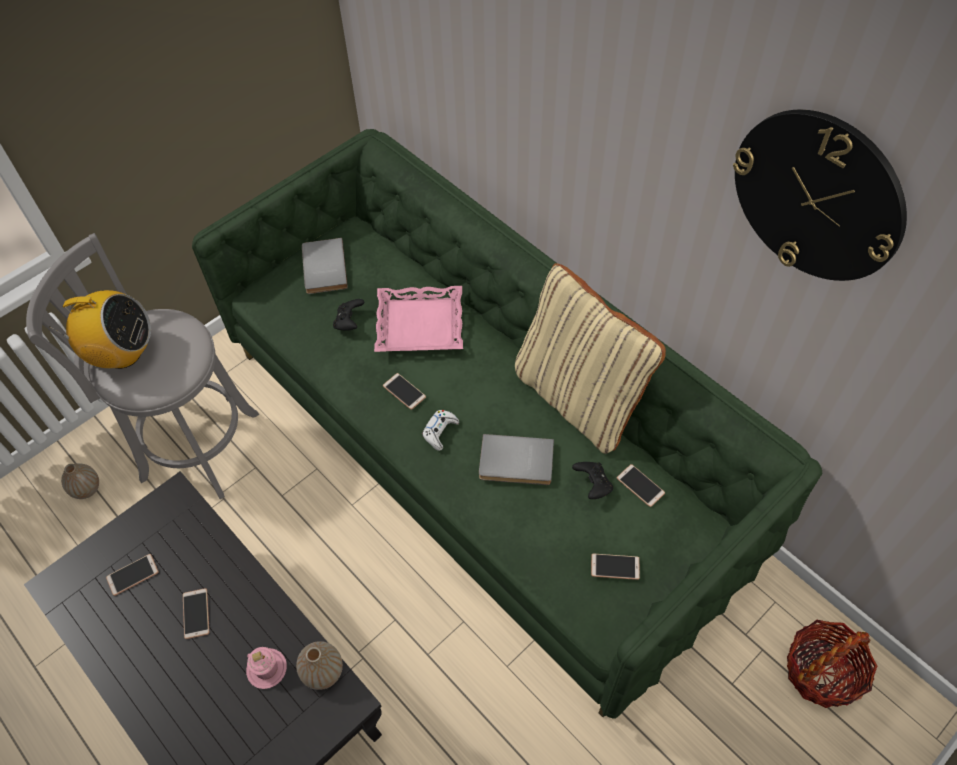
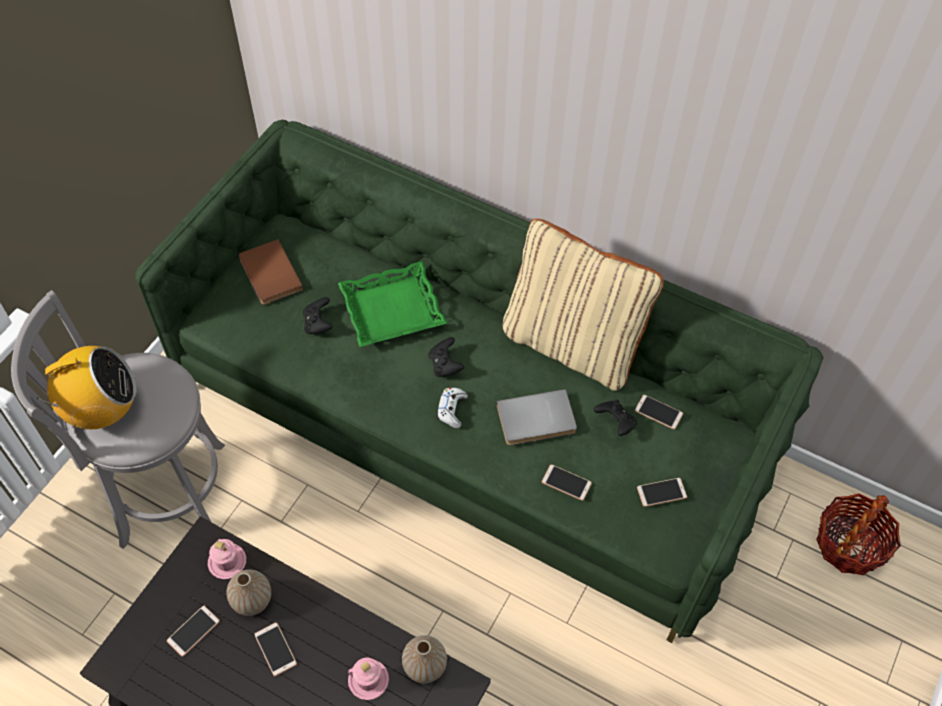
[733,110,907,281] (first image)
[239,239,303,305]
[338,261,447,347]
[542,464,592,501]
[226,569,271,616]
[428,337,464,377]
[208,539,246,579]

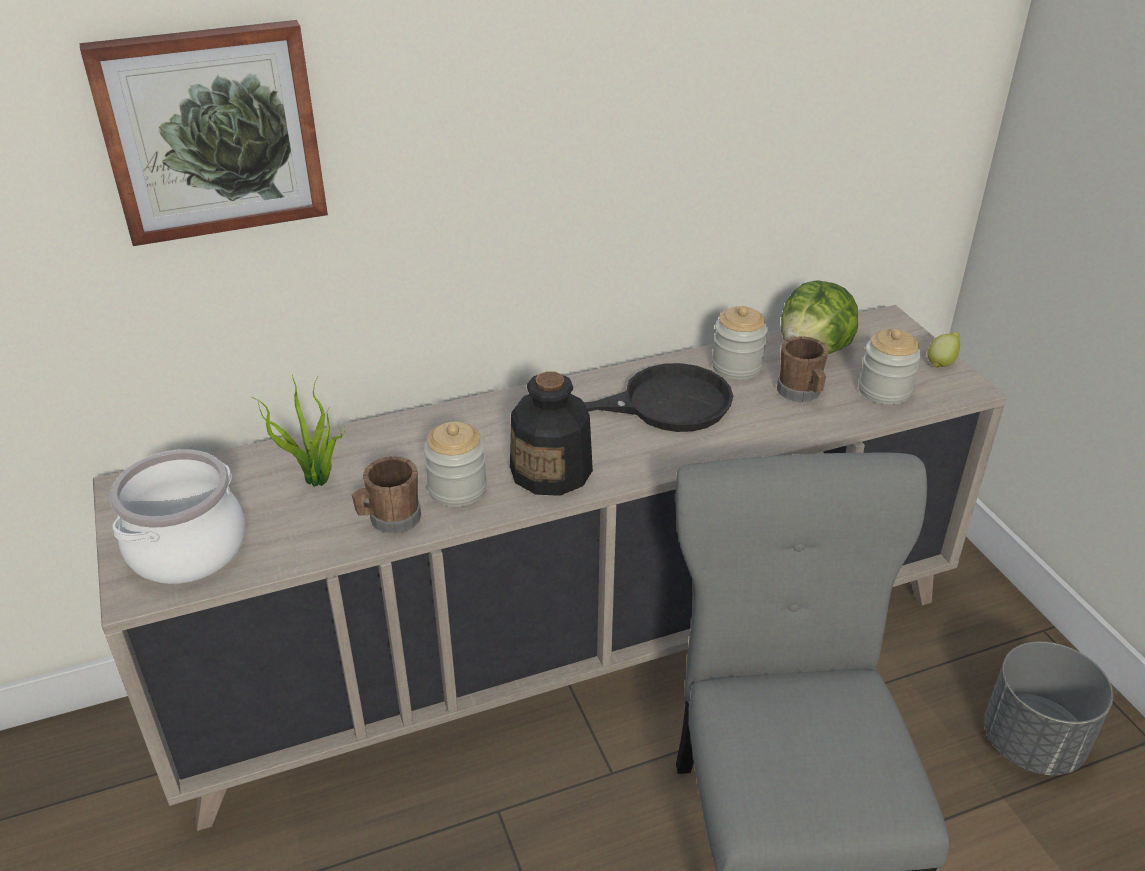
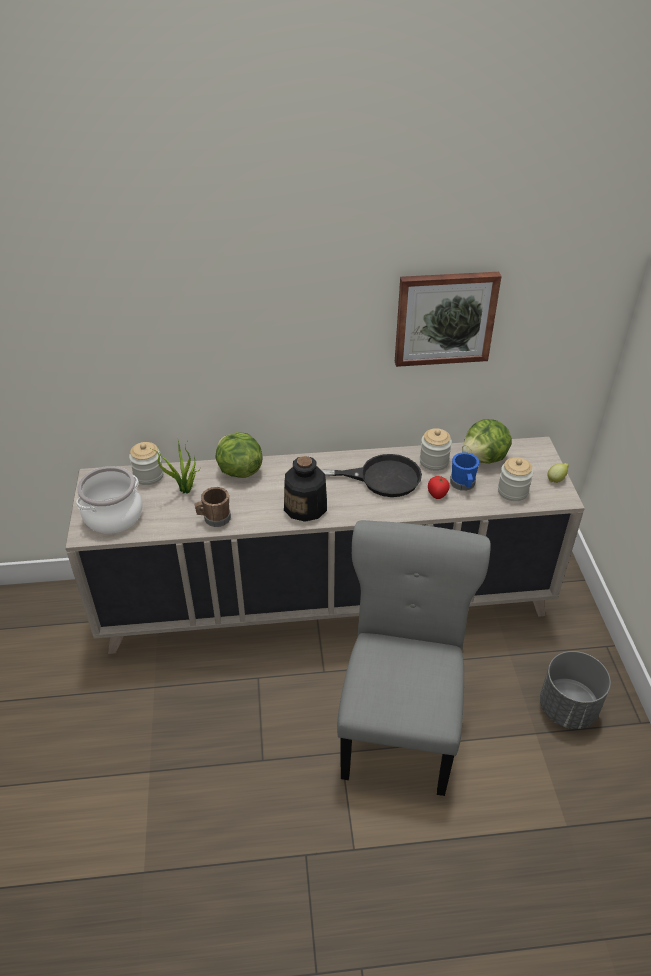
[395,272,502,367]
[450,452,479,491]
[129,442,164,485]
[215,432,263,478]
[428,476,450,499]

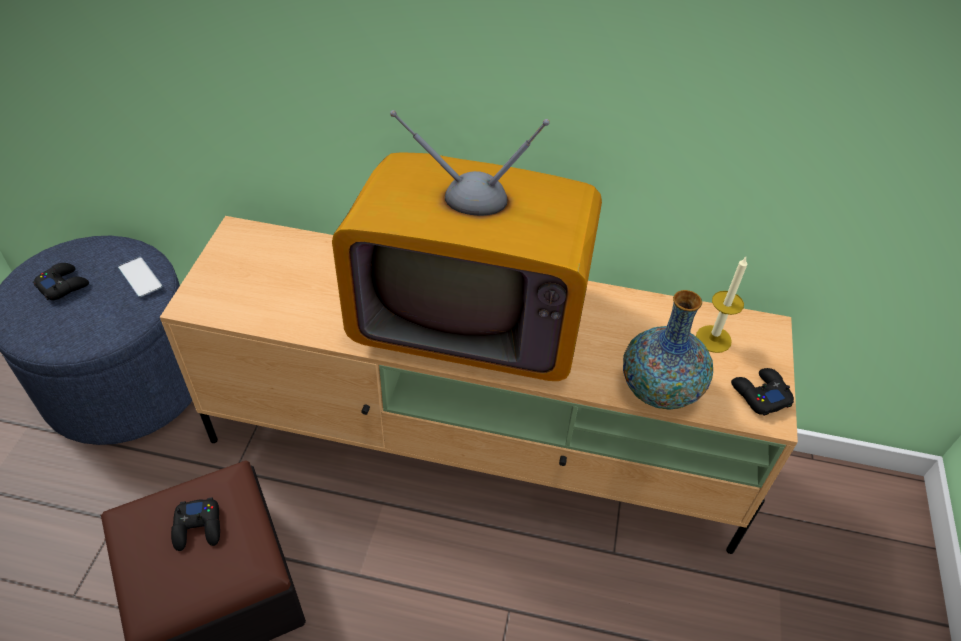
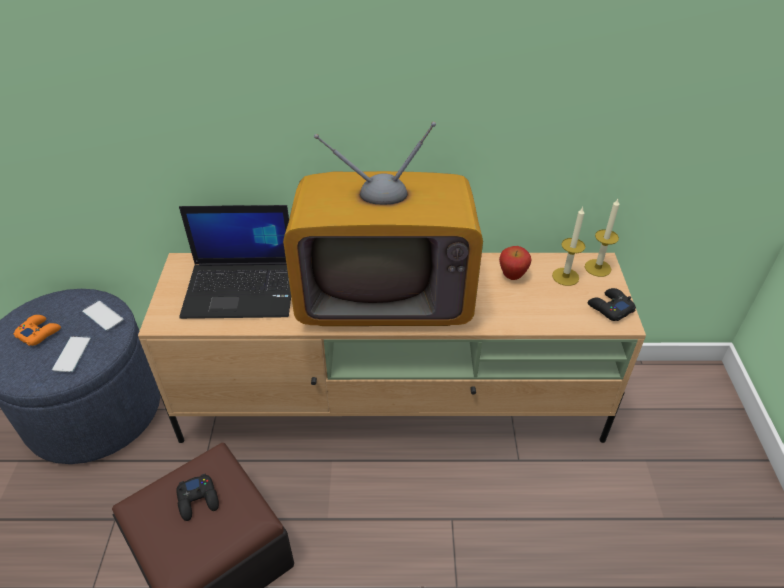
[14,315,61,346]
[623,290,713,410] (first image)
[585,199,619,277]
[179,205,291,319]
[499,246,531,280]
[52,336,91,372]

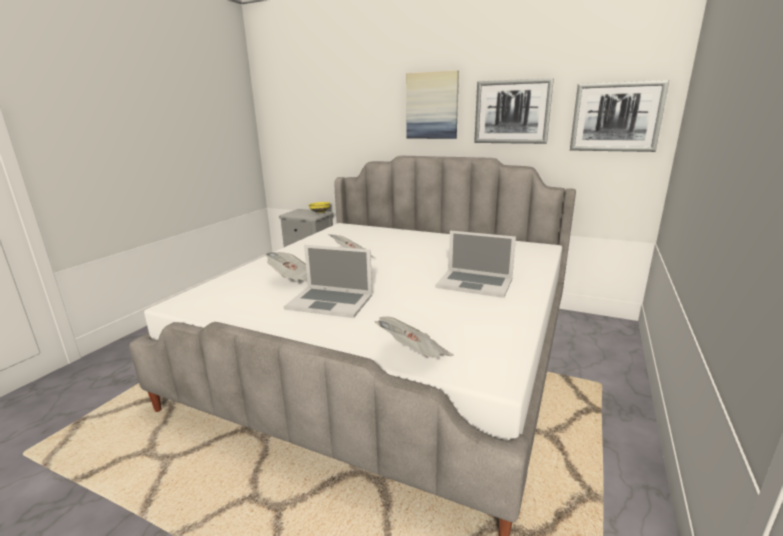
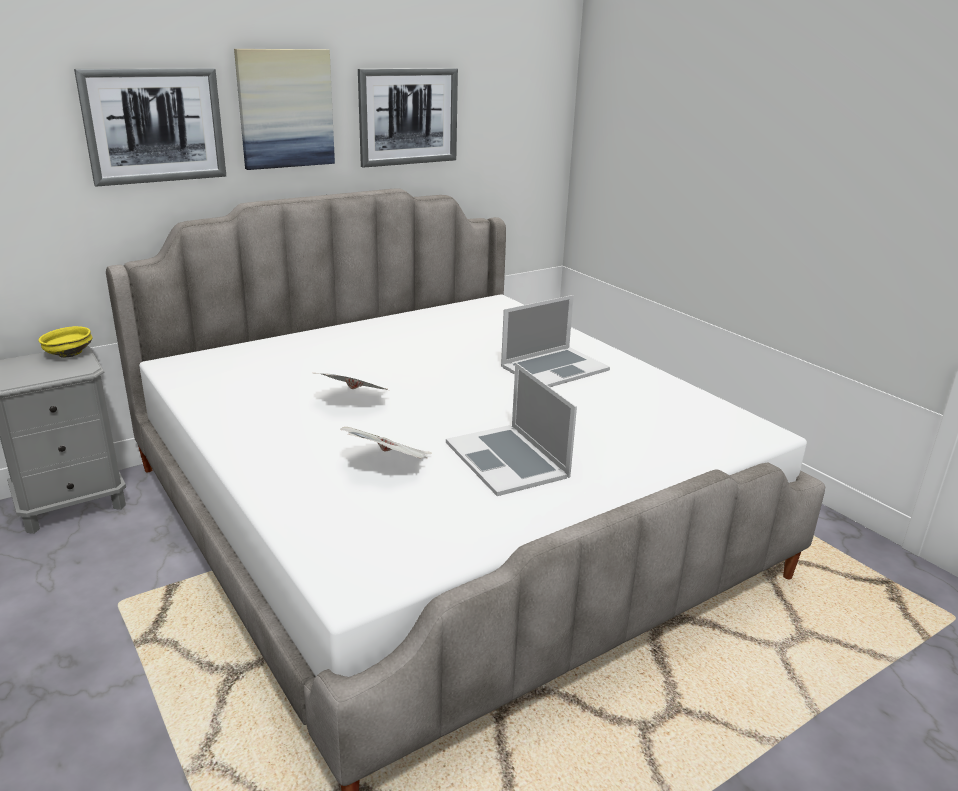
[74,68,226,186]
[446,363,577,496]
[375,317,454,358] (first image)

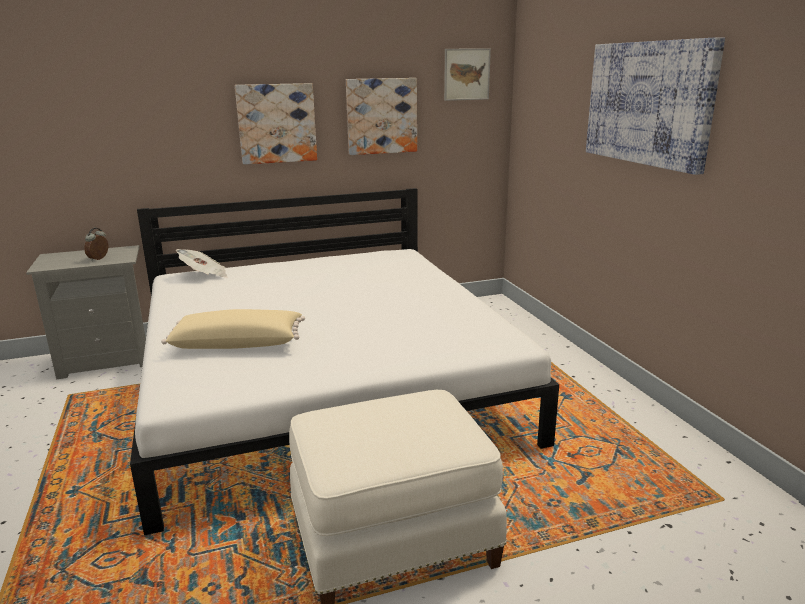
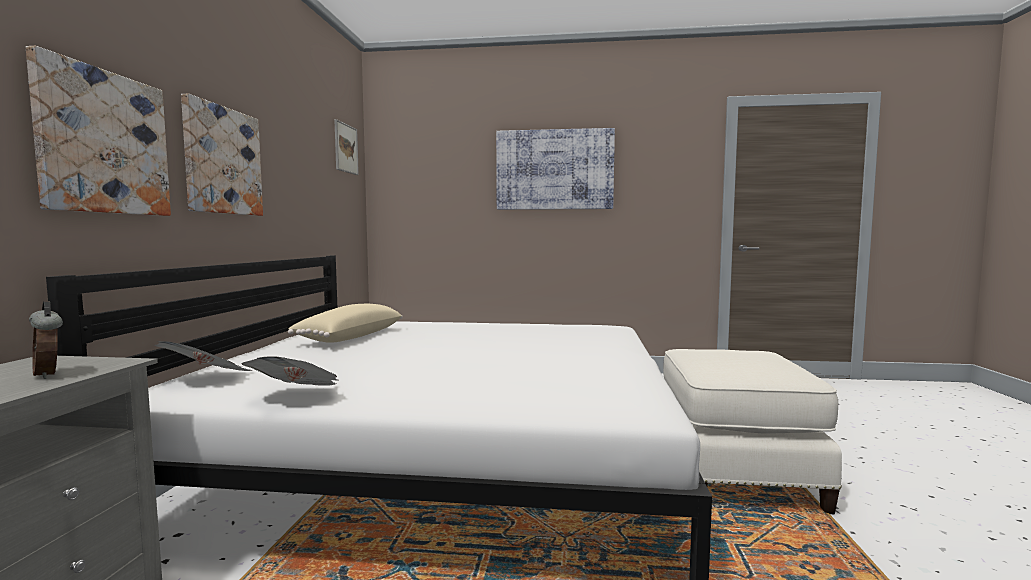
[26,46,171,216]
[288,304,403,343]
[241,356,340,385]

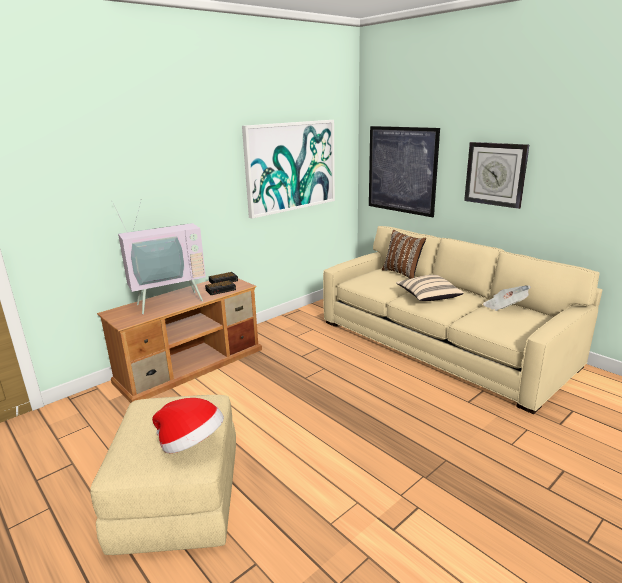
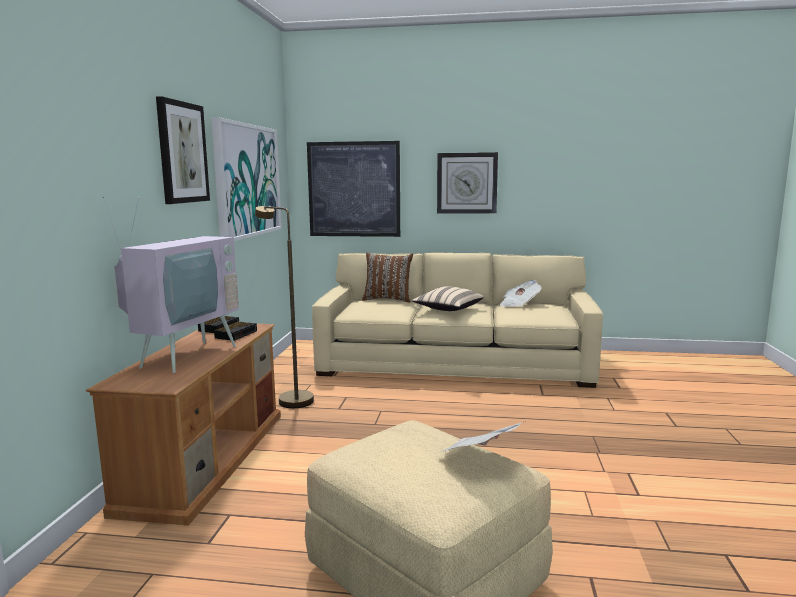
[438,421,526,453]
[156,96,210,204]
[255,206,314,408]

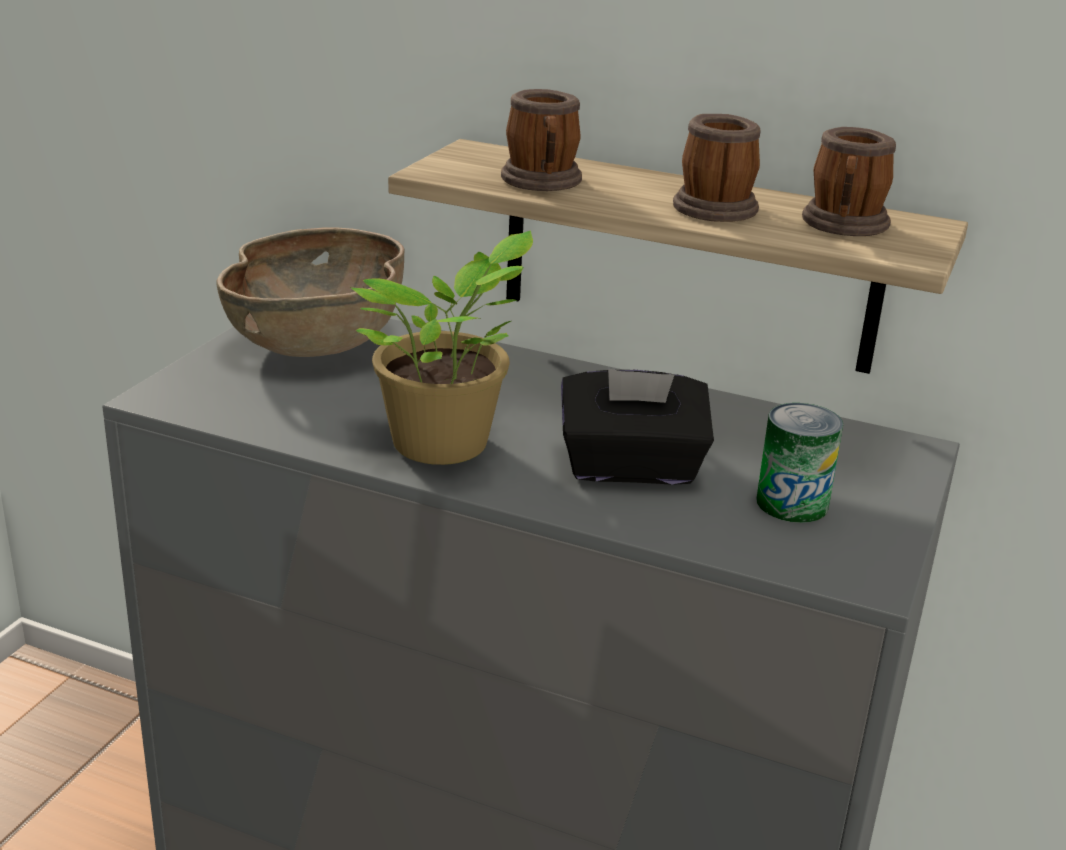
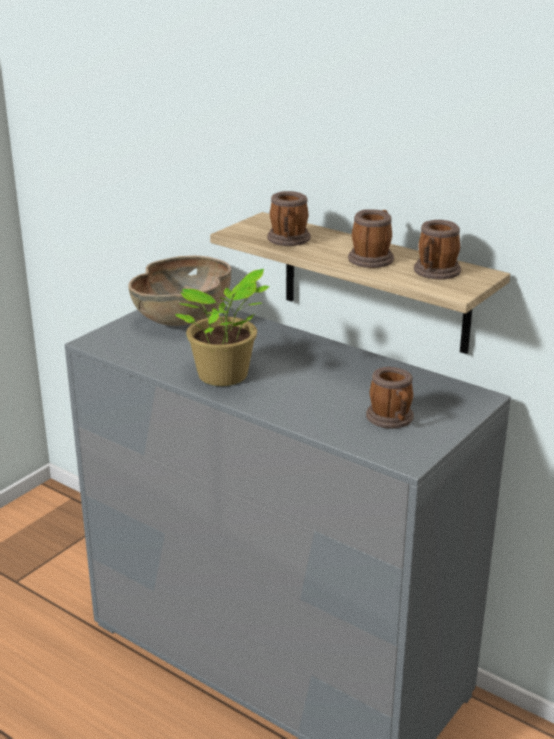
[561,369,714,485] (first image)
[366,367,414,428]

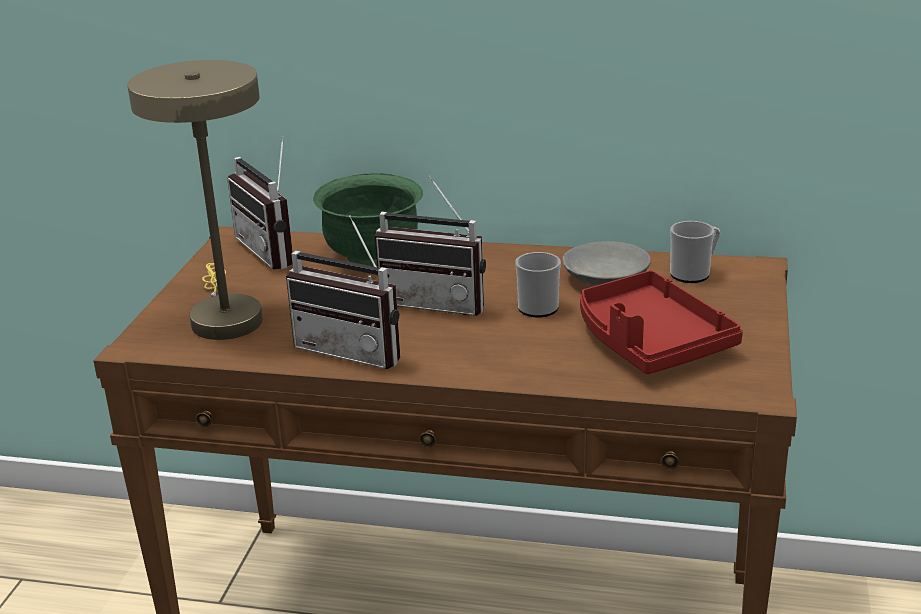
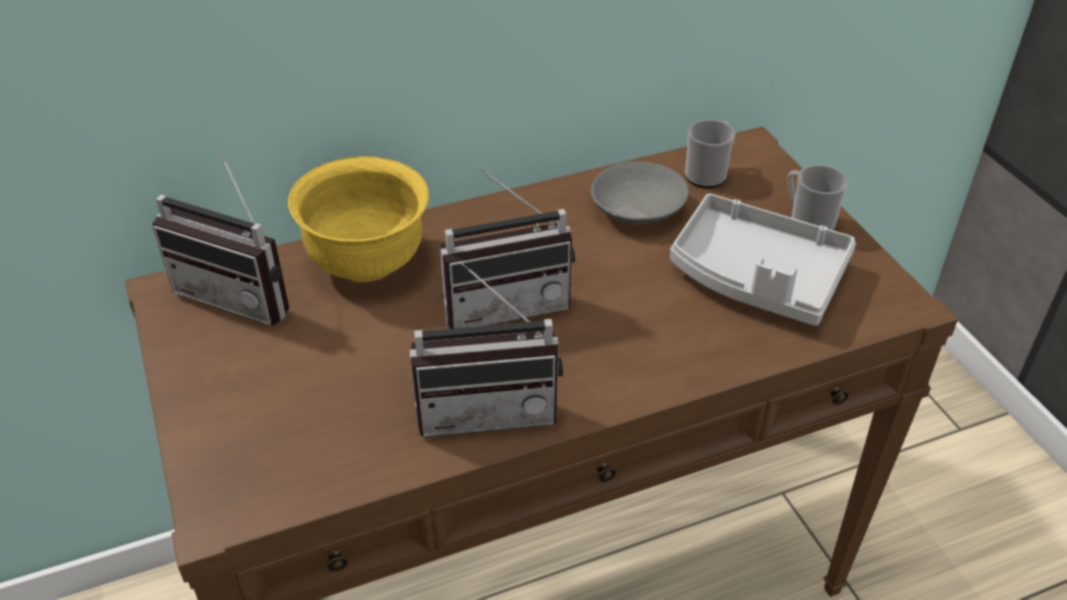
[127,60,263,340] (first image)
[288,156,429,282]
[787,165,848,231]
[670,194,856,326]

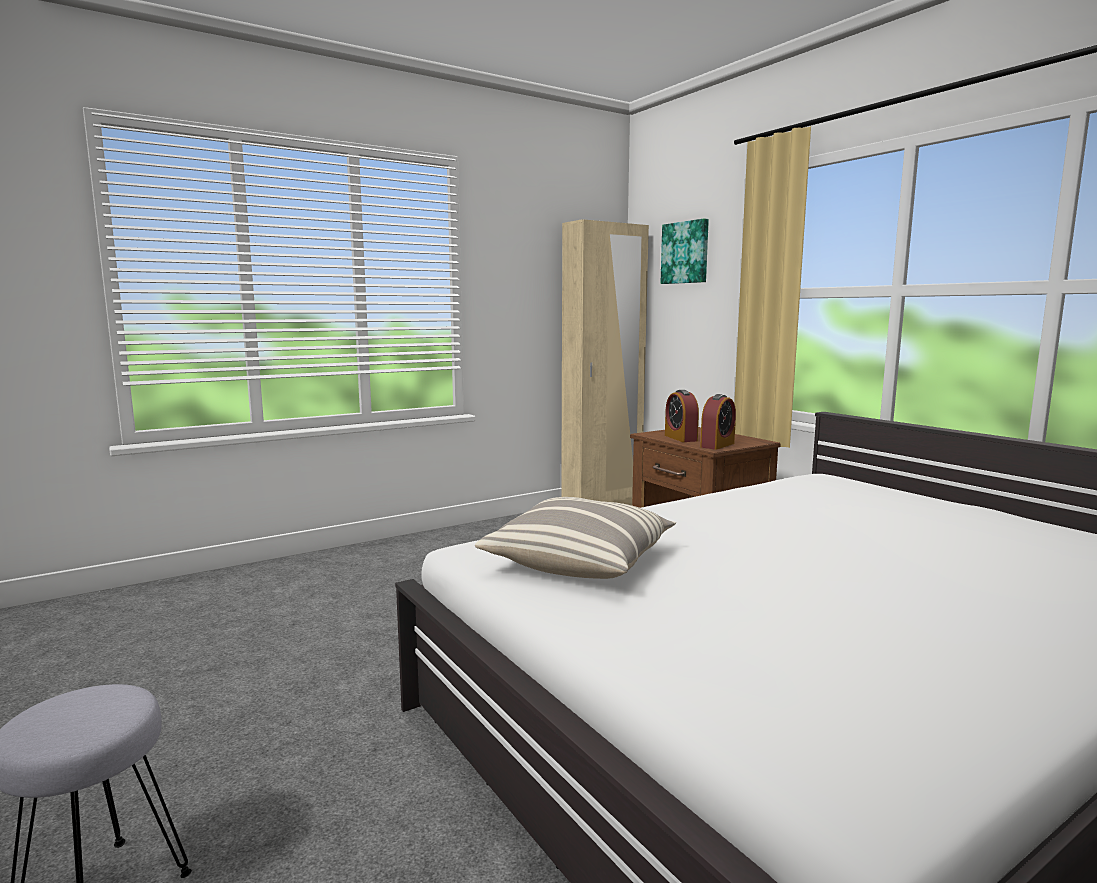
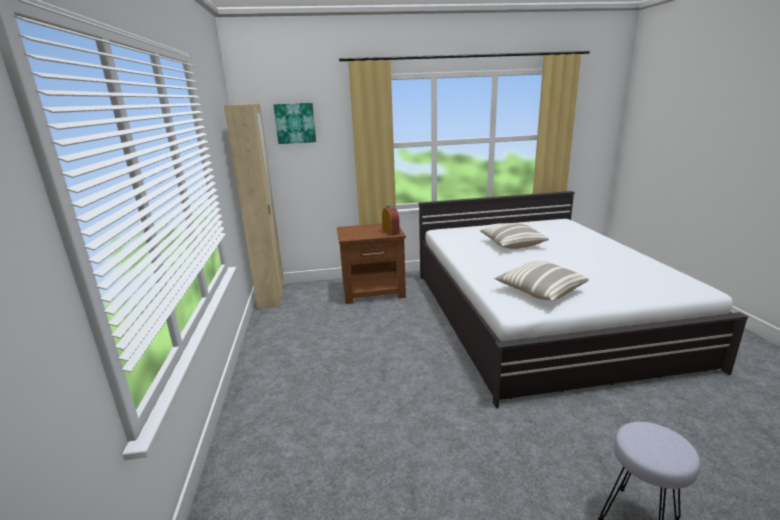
[665,390,699,442] (first image)
[479,223,549,249]

